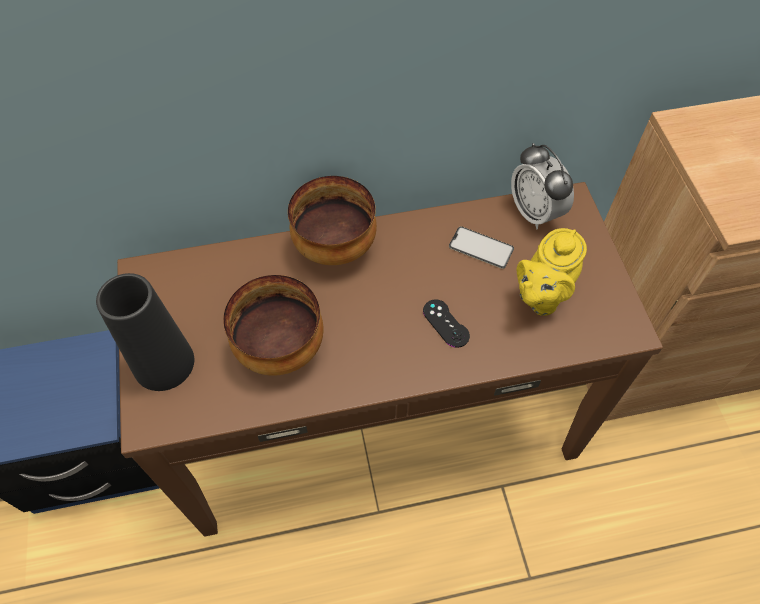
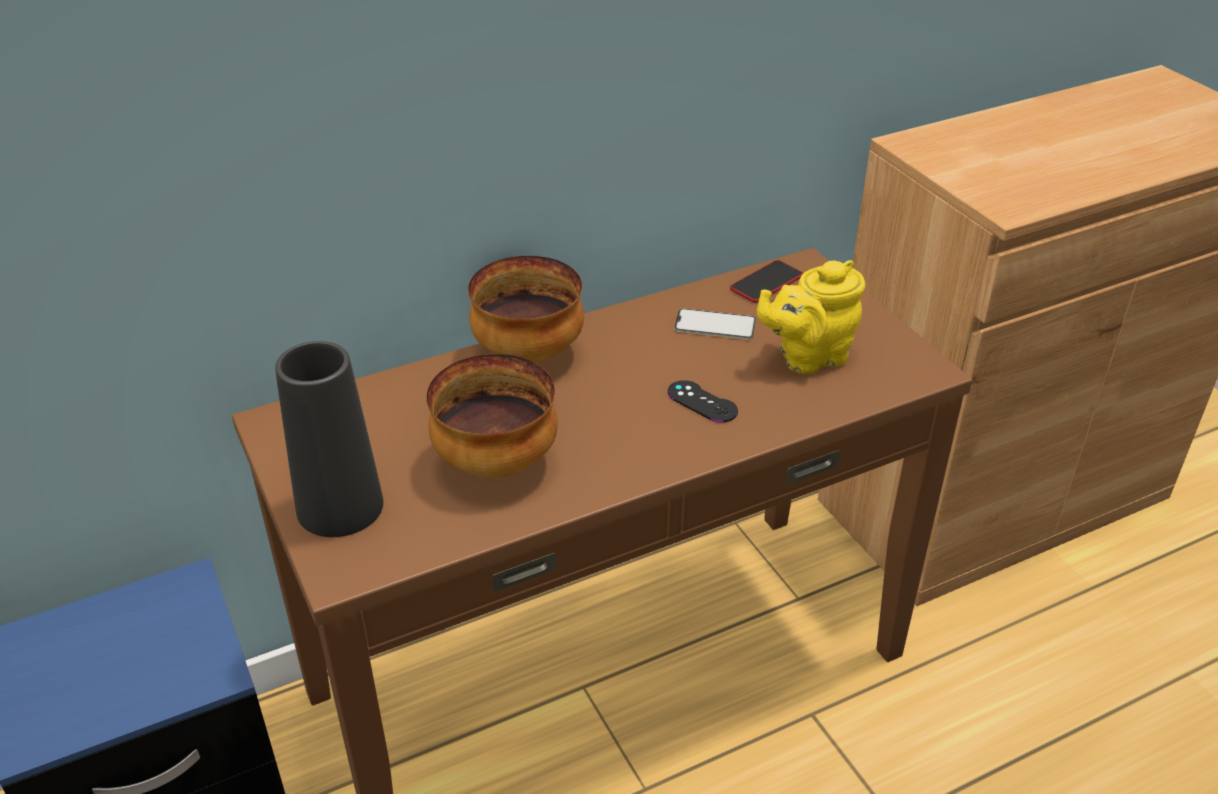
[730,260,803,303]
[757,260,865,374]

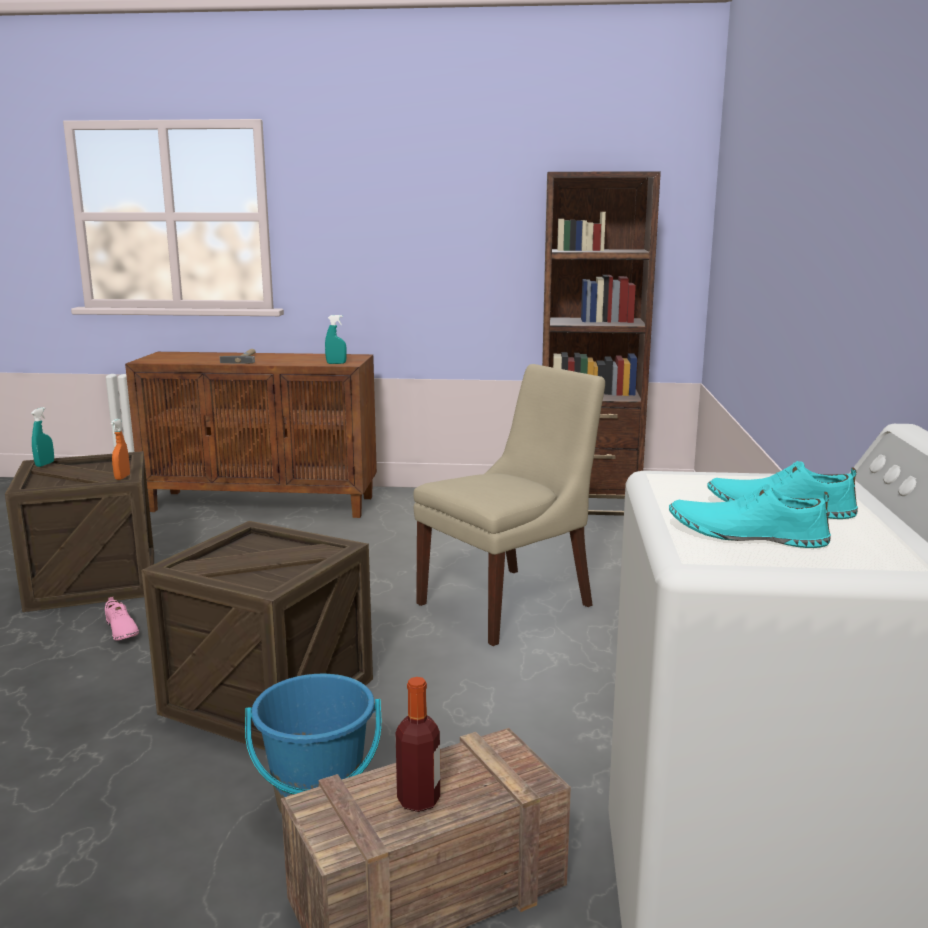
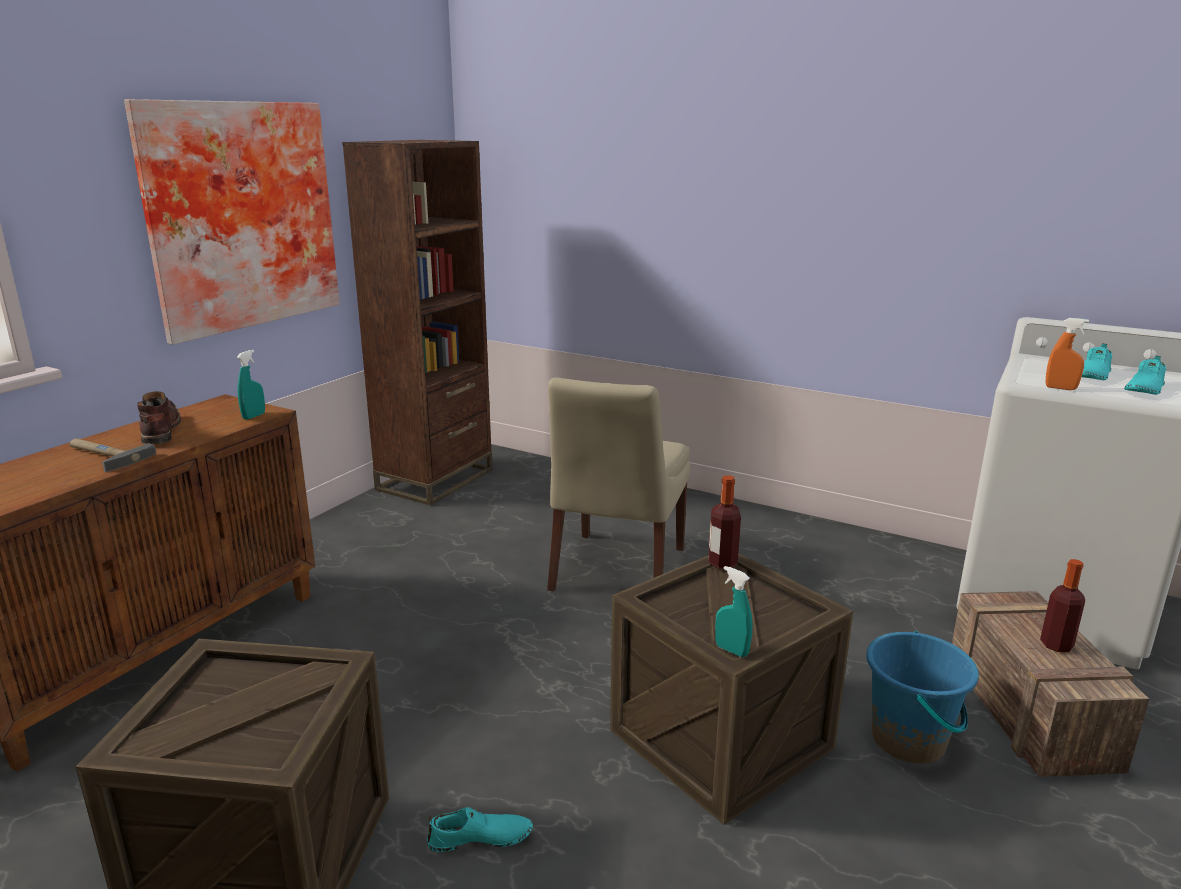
[547,377,691,591]
[715,566,753,657]
[1046,318,1089,390]
[427,807,533,852]
[124,99,340,345]
[137,391,181,444]
[708,475,741,568]

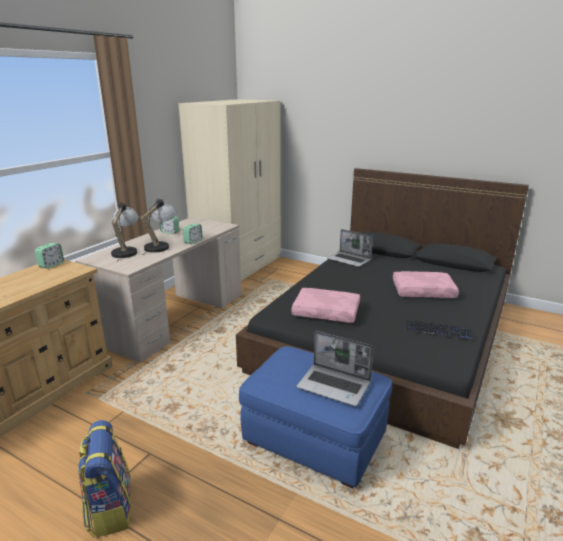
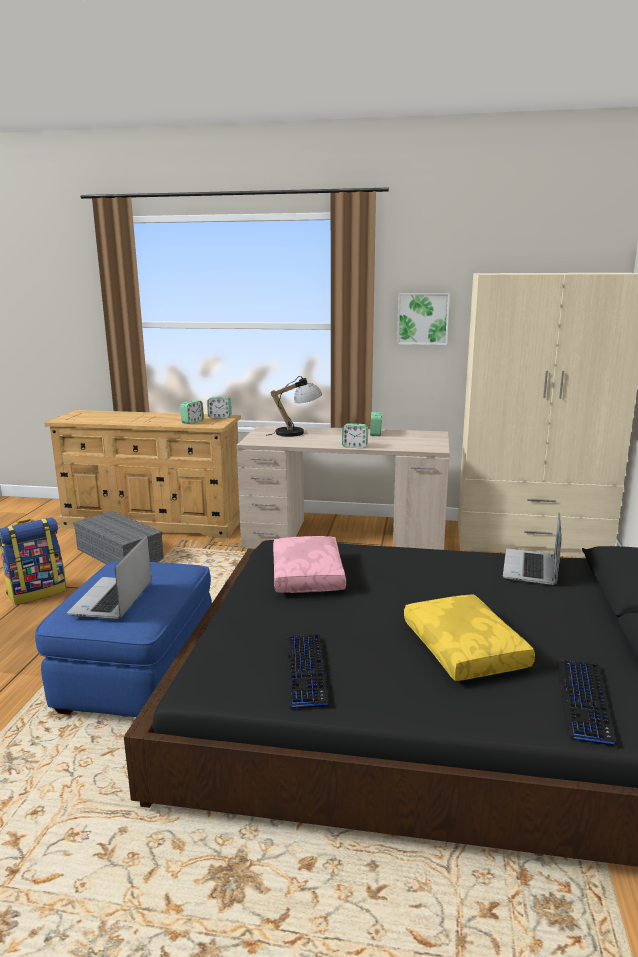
[140,199,177,255] (first image)
[404,595,535,681]
[397,293,450,345]
[180,400,204,424]
[73,511,164,564]
[557,660,616,747]

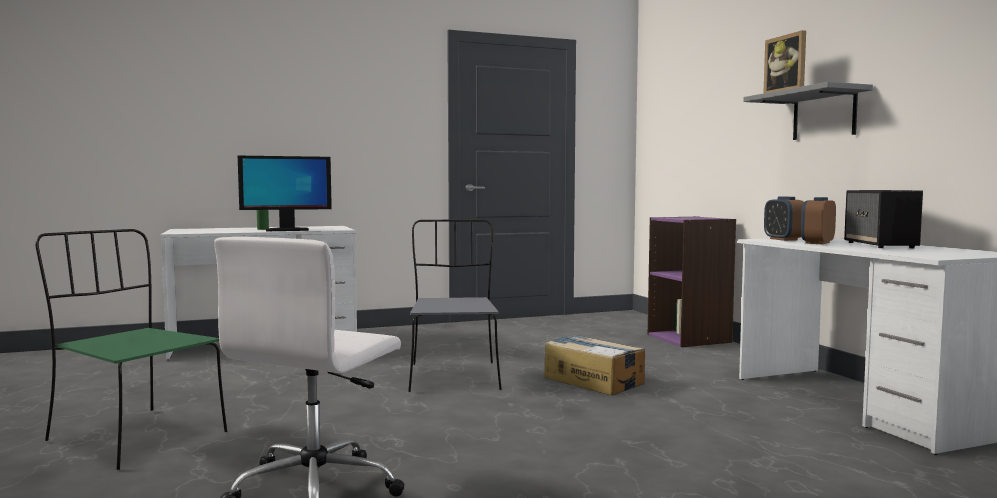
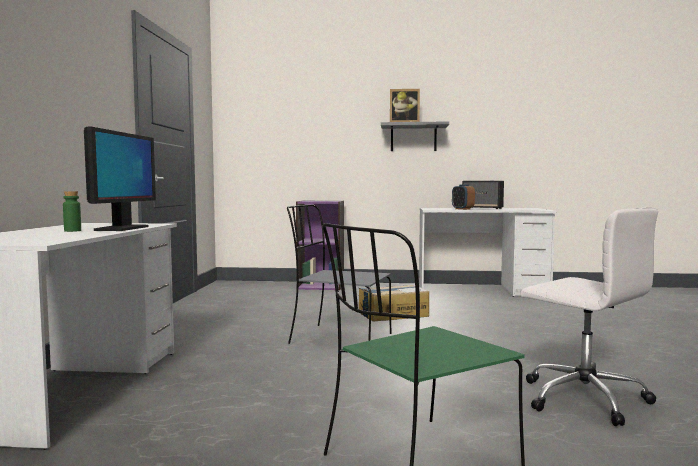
[764,197,804,241] (first image)

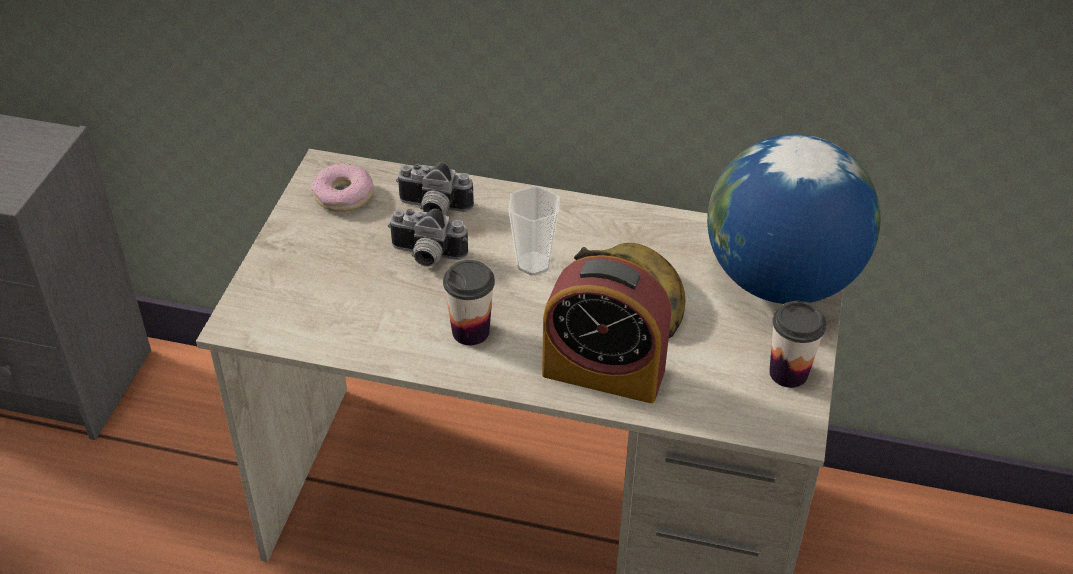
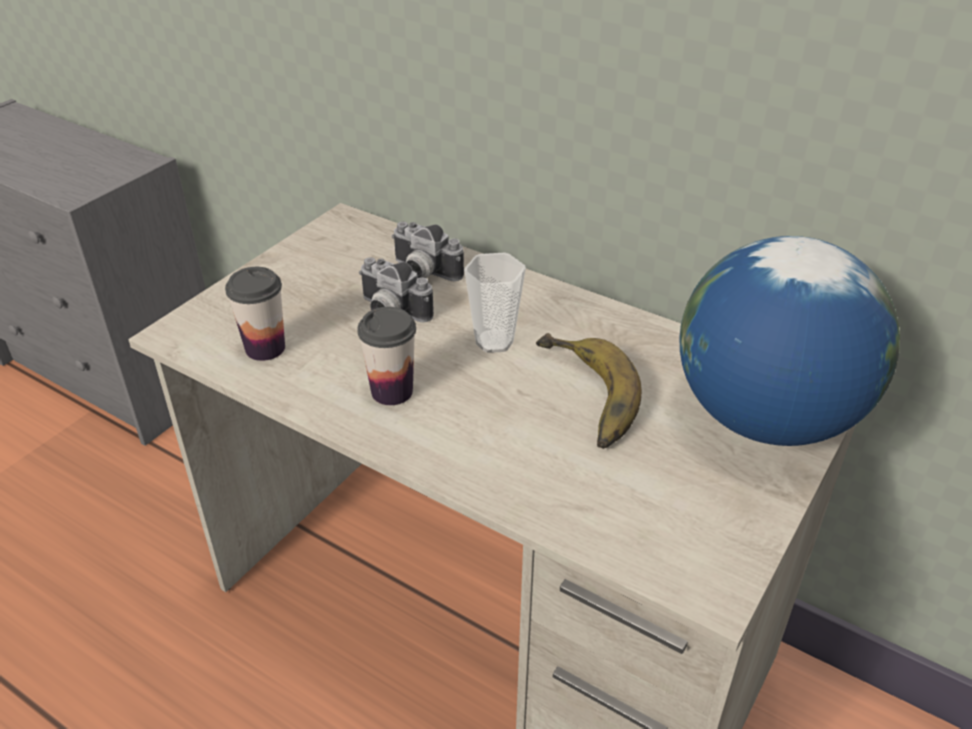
[311,164,374,212] (first image)
[542,255,671,403] (first image)
[225,267,285,361]

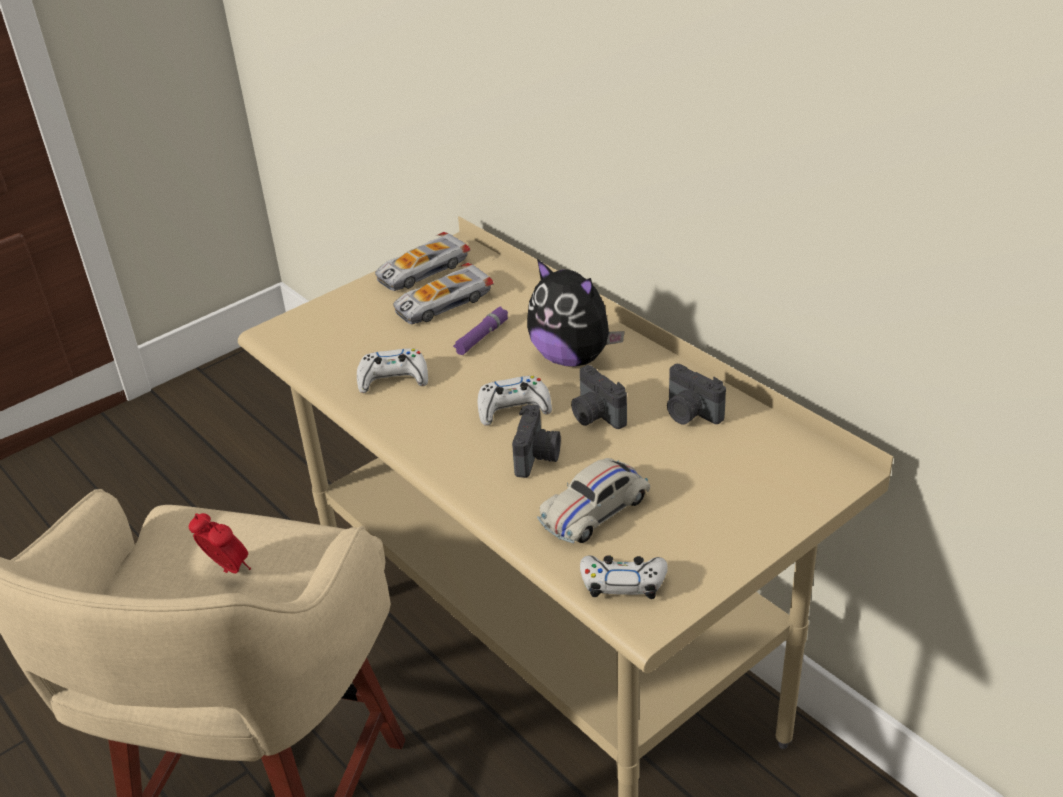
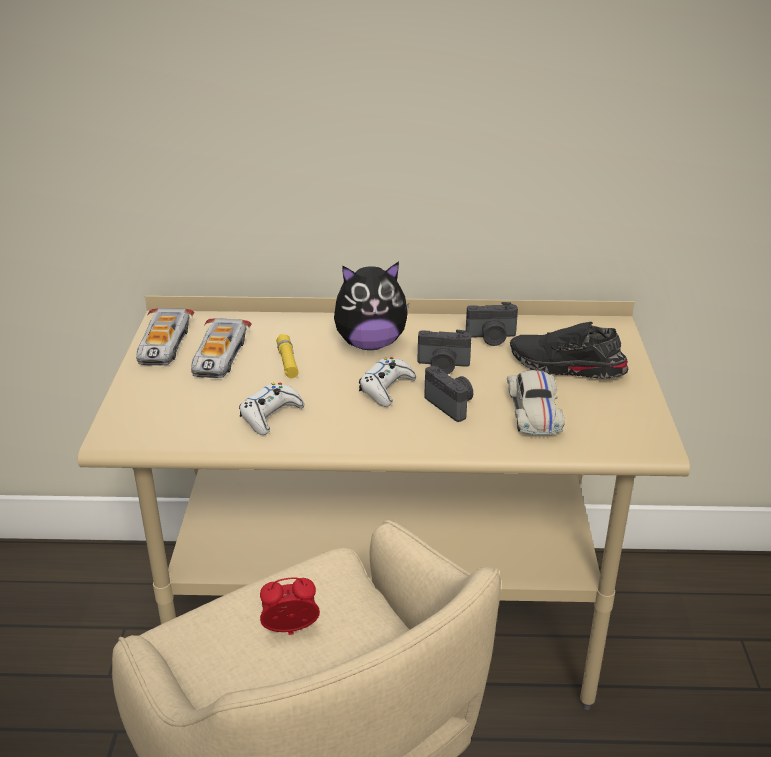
[276,334,299,378]
[580,555,668,599] (first image)
[510,322,629,379]

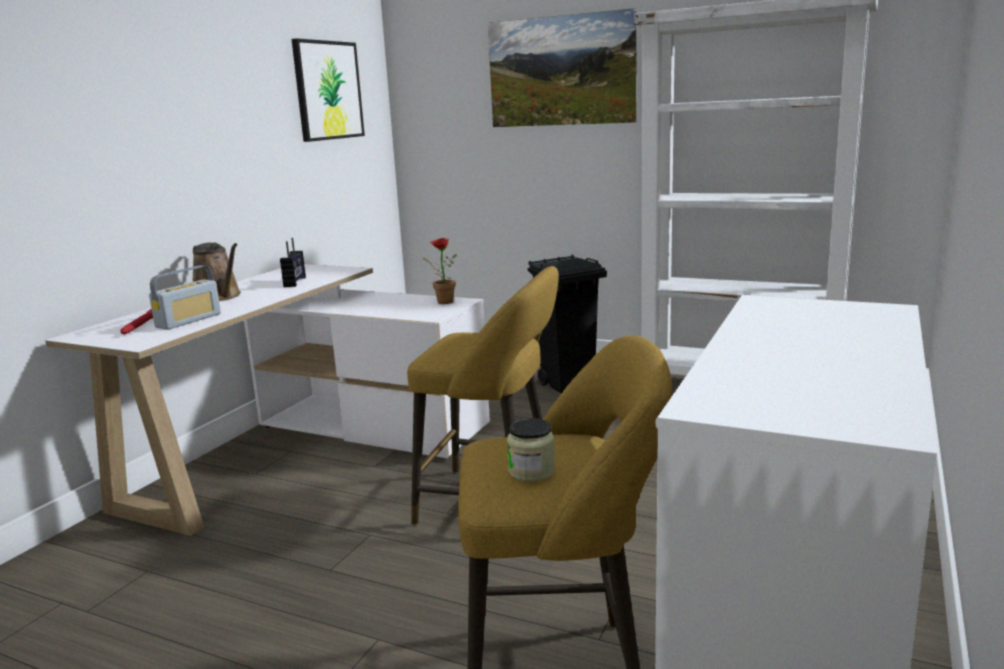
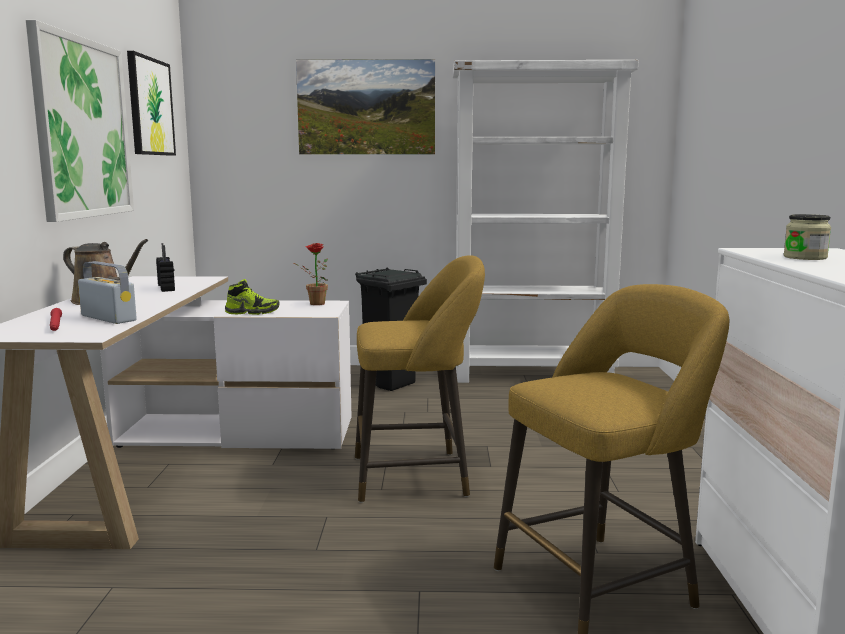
[78,261,137,324]
[783,214,831,260]
[26,20,134,222]
[225,279,280,315]

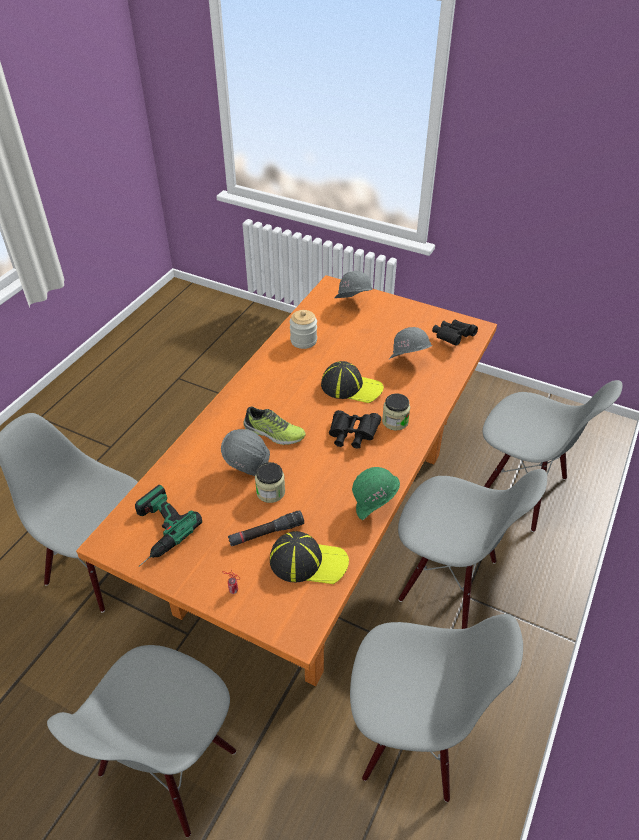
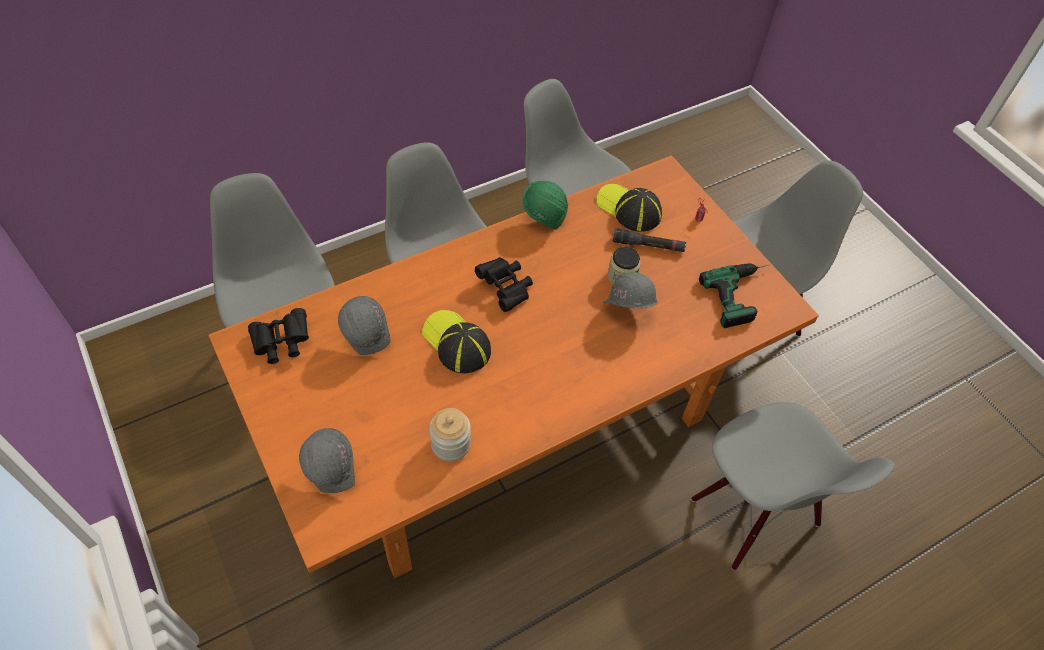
[382,393,410,431] (first image)
[243,407,306,445] (first image)

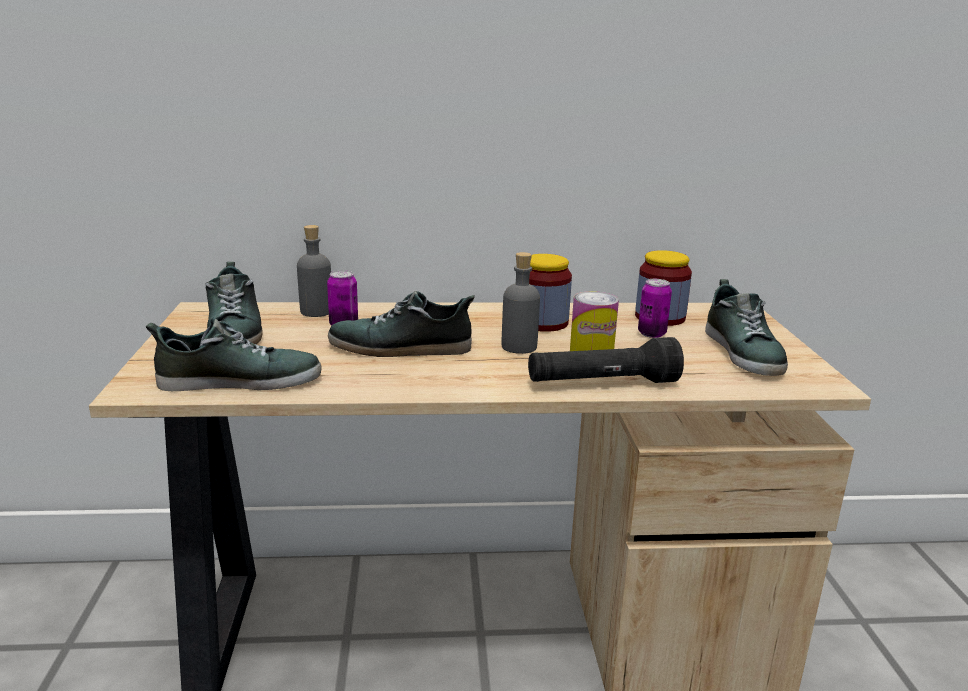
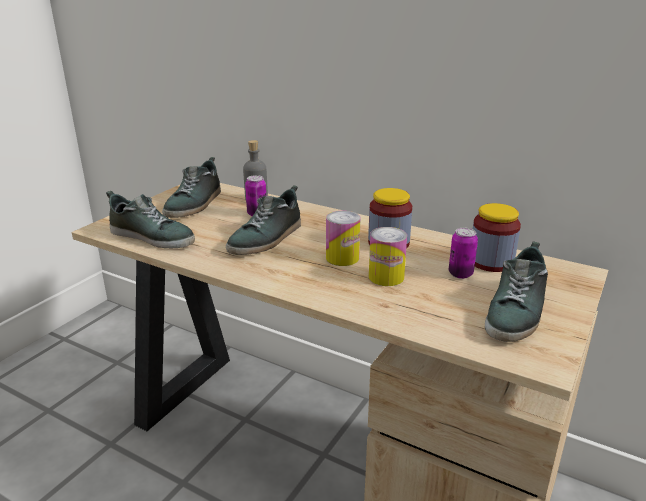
[326,211,361,266]
[226,185,301,255]
[528,337,684,383] (first image)

